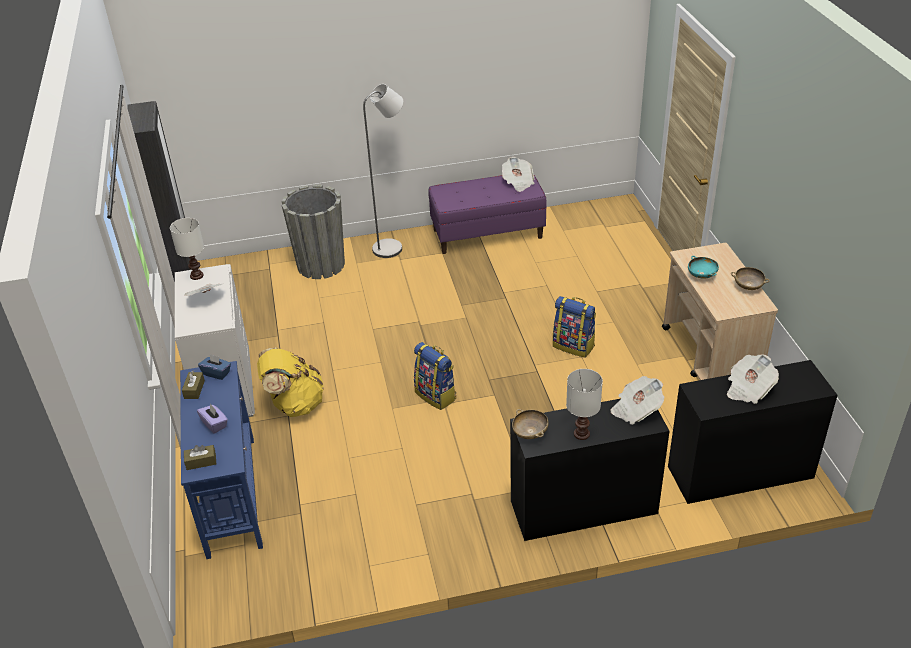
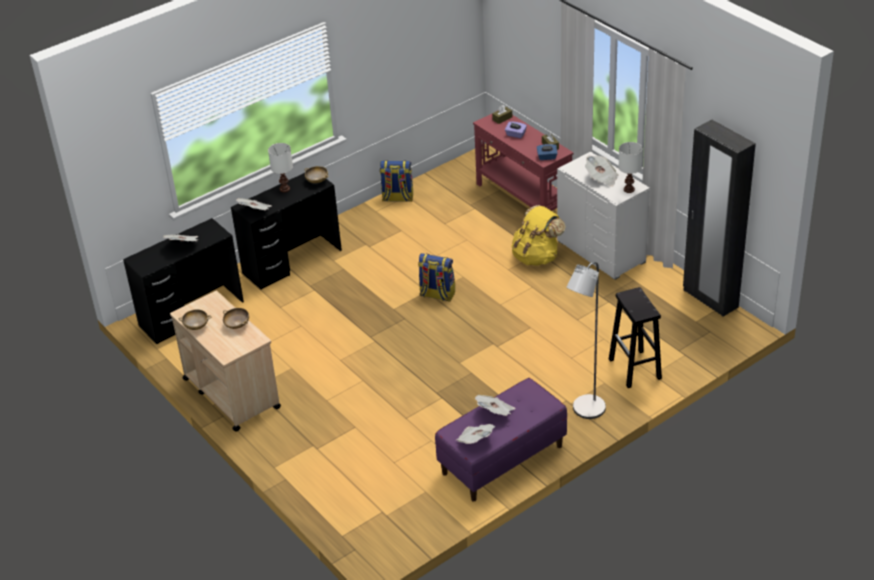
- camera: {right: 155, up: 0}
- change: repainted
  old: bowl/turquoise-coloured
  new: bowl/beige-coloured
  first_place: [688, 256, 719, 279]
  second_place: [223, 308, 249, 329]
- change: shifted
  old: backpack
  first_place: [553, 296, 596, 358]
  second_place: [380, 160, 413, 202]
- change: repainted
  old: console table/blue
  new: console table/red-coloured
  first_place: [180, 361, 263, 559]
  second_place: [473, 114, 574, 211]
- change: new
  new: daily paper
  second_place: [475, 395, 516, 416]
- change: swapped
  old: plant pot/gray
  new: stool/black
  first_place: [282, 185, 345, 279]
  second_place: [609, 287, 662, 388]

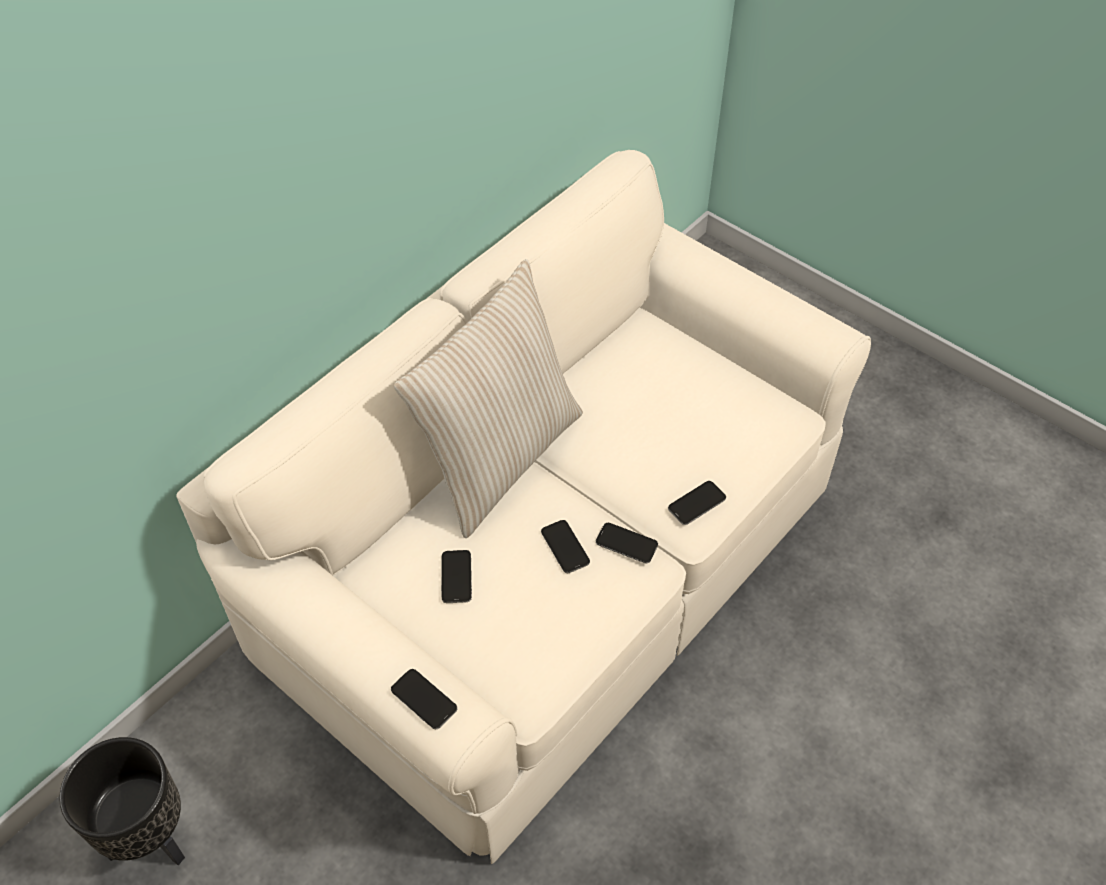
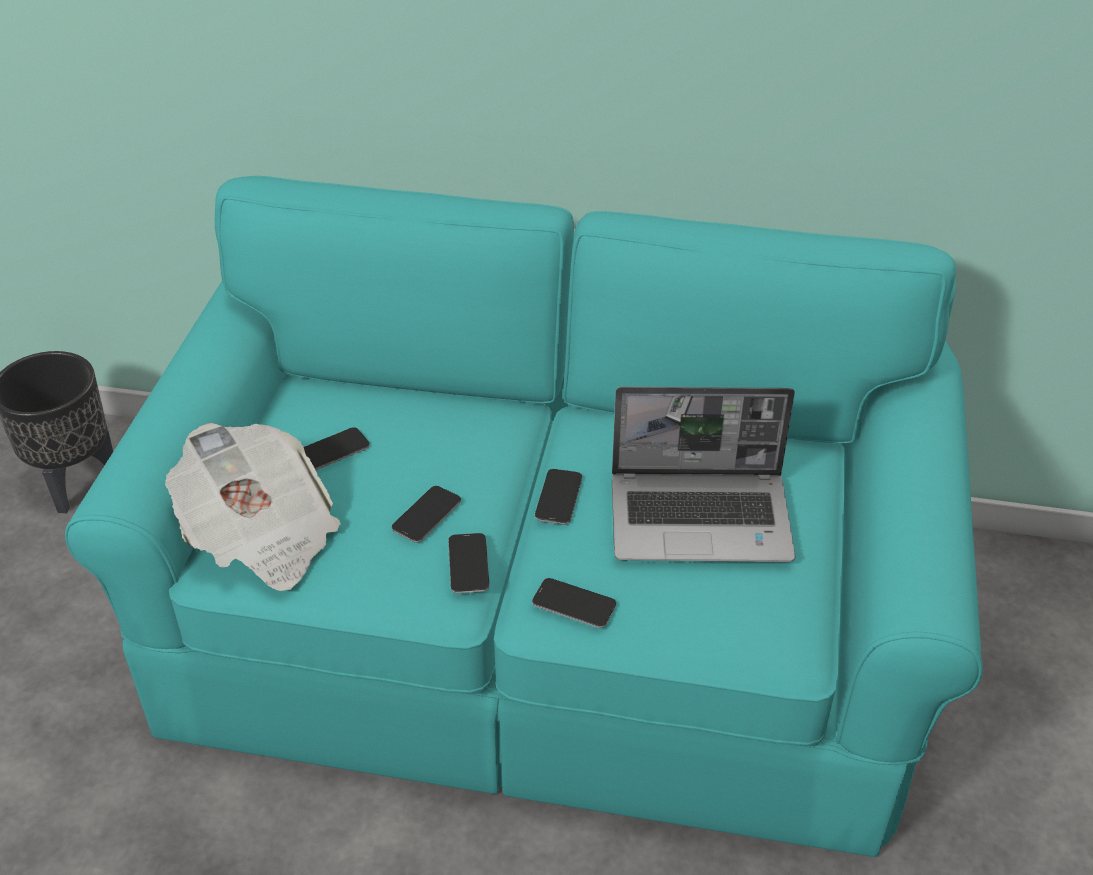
- camera: {right: 60, up: -10}
- change: repainted
  old: settee/beige-coloured
  new: settee/turquoise-coloured
  first_place: [176, 150, 871, 864]
  second_place: [65, 176, 983, 857]
- change: new
  new: daily paper
  second_place: [165, 423, 341, 591]
- change: shifted
  old: phone
  first_place: [391, 669, 457, 729]
  second_place: [535, 469, 582, 525]
- change: new
  new: portable computer
  second_place: [612, 387, 795, 562]
- change: gone
  old: cushion/beige-coloured
  first_place: [394, 259, 583, 538]

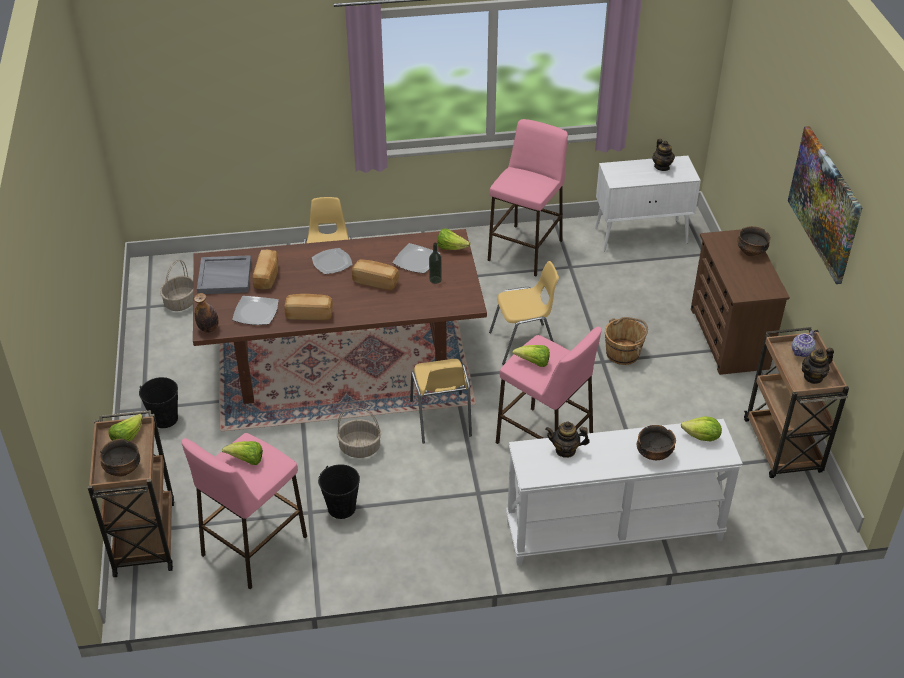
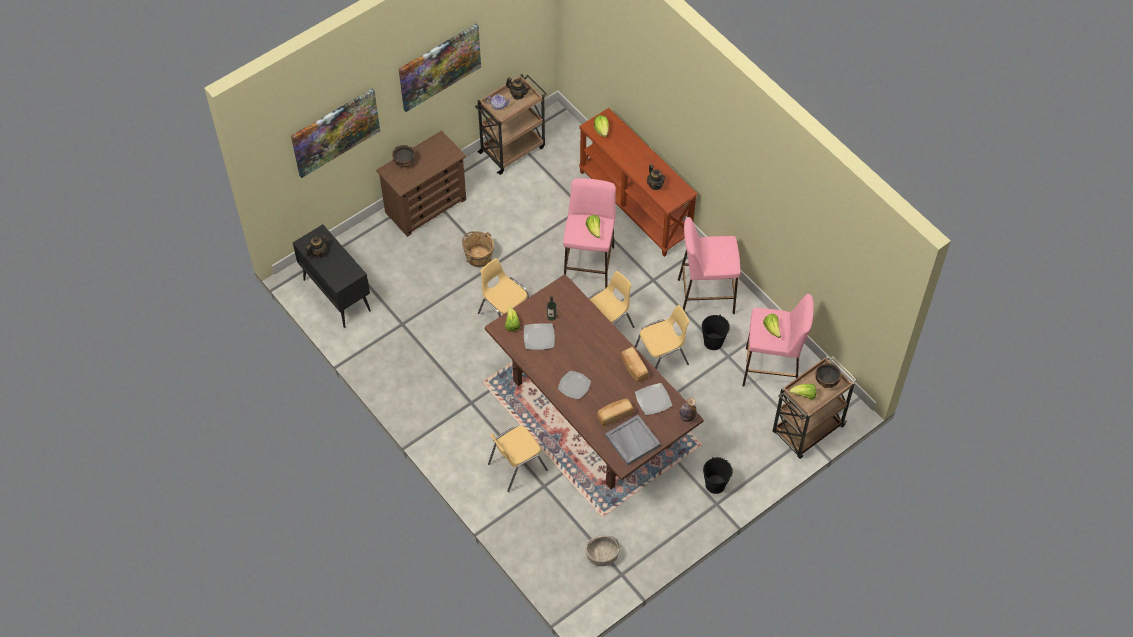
- camera: {right: -120, up: 15}
- change: new
  new: wall picture
  second_place: [291, 88, 380, 178]
- change: repainted
  old: cabinet/white-coloured
  new: cabinet/black
  first_place: [595, 156, 701, 252]
  second_place: [293, 224, 371, 328]
- change: repainted
  old: console table/white-coloured
  new: console table/brownish
  first_place: [506, 419, 743, 566]
  second_place: [579, 108, 697, 257]
- change: swapped
  old: storage basket
  new: plain chair/yellow-coloured
  first_place: [337, 408, 381, 458]
  second_place: [635, 305, 689, 369]
- change: shifted
  old: stool/pink-coloured
  first_place: [488, 119, 568, 276]
  second_place: [678, 217, 741, 314]
- change: gone
  old: bakery bread
  first_place: [352, 259, 399, 291]
- change: gone
  old: bowl
  first_place: [636, 425, 676, 460]

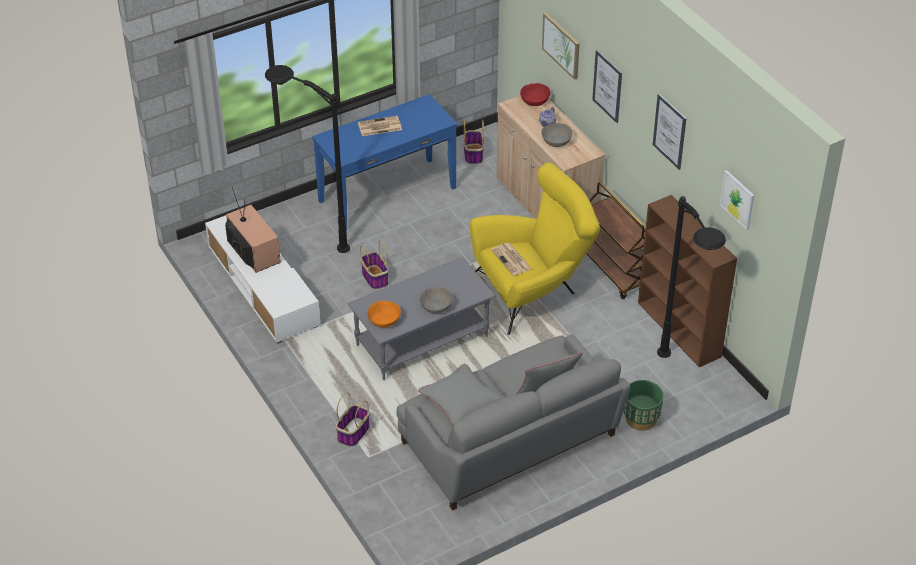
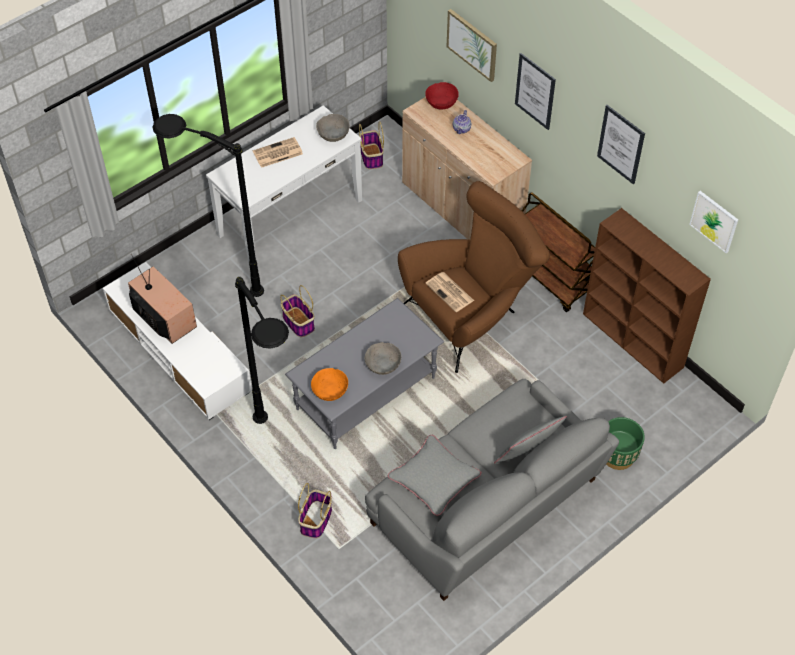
- camera: {right: -10, up: 10}
- change: repainted
  old: console table/blue
  new: console table/white-coloured
  first_place: [312, 94, 457, 231]
  second_place: [206, 105, 362, 268]
- change: shifted
  old: floor lamp/black
  first_place: [657, 196, 726, 358]
  second_place: [235, 277, 289, 424]
- change: shifted
  old: bowl/gray
  first_place: [541, 123, 573, 147]
  second_place: [316, 114, 350, 142]
- change: repainted
  old: easy chair/yellow-coloured
  new: easy chair/brownish
  first_place: [470, 163, 600, 335]
  second_place: [398, 181, 550, 373]

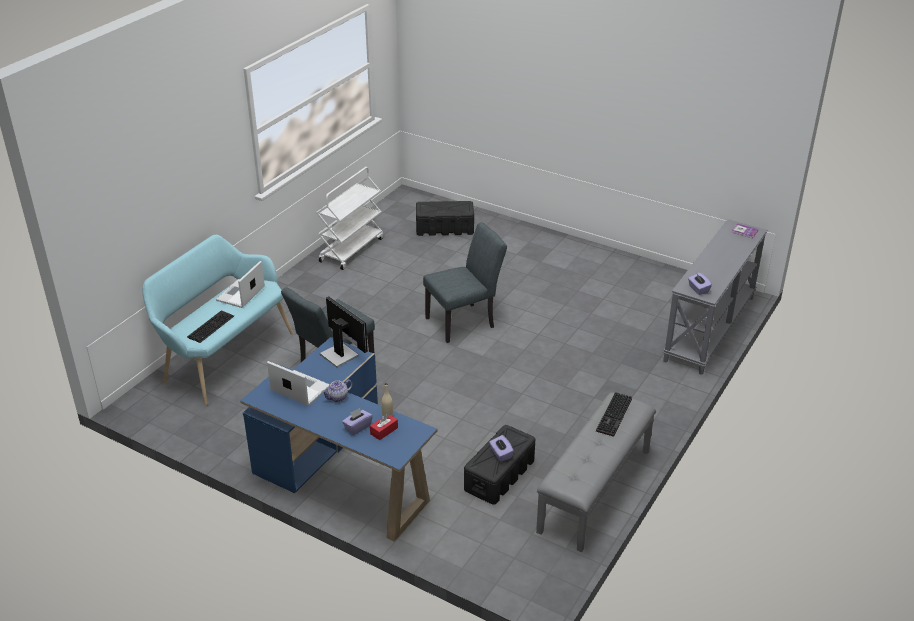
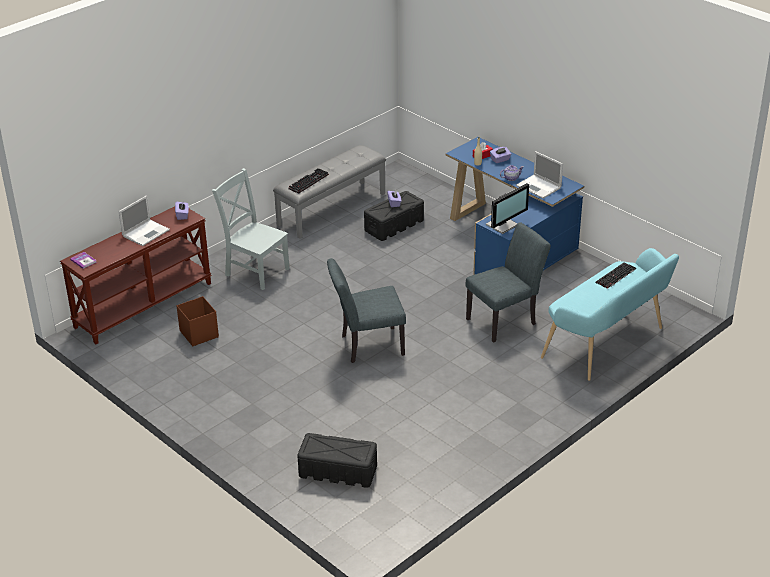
- camera: {right: -165, up: 0}
- change: repainted
  old: console table/gray
  new: console table/brownish
  first_place: [663, 219, 767, 375]
  second_place: [60, 207, 212, 344]
- change: shifted
  old: portable computer
  first_place: [216, 261, 265, 308]
  second_place: [118, 196, 170, 246]
- change: new
  new: storage bin/brownish
  second_place: [176, 296, 219, 346]
- change: new
  new: plain chair/gray
  second_place: [212, 168, 290, 290]
- change: rotated
  old: computer display
  first_place: [320, 296, 368, 368]
  second_place: [486, 183, 529, 234]
  degrees: -105
- change: gone
  old: trolley/white-coloured
  first_place: [316, 167, 383, 270]

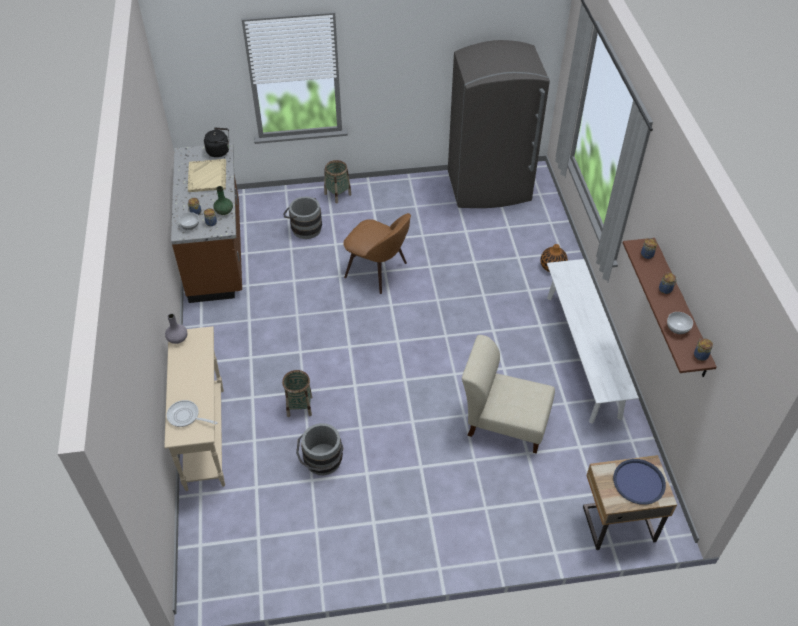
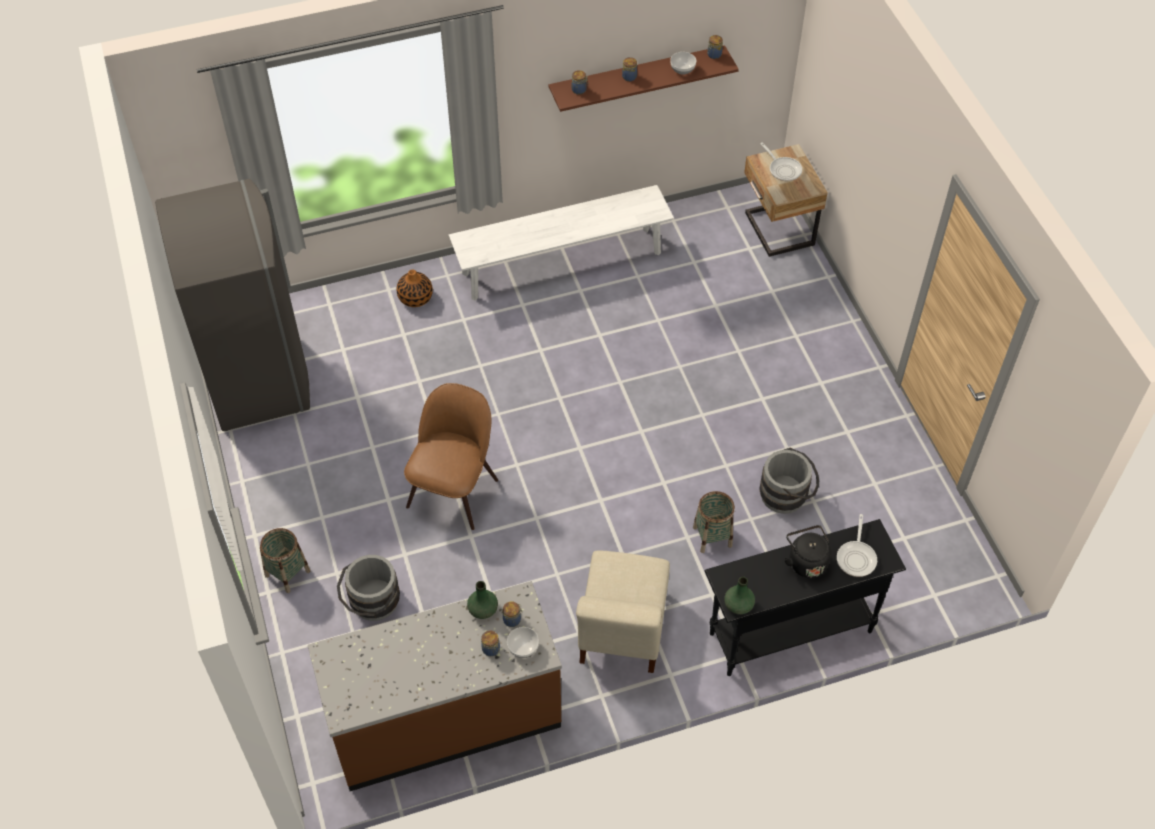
- camera: {right: -100, up: 5}
- change: shifted
  old: plain chair/beige-coloured
  first_place: [462, 335, 555, 453]
  second_place: [576, 550, 670, 673]
- change: repainted
  old: console table/beige-coloured
  new: console table/black
  first_place: [164, 326, 225, 491]
  second_place: [704, 519, 906, 676]
- change: repainted
  old: vase/gray
  new: vase/green
  first_place: [165, 313, 187, 344]
  second_place: [724, 577, 755, 614]
- change: swapped
  old: carrying tray/blue
  new: frying pan
  first_place: [613, 459, 666, 505]
  second_place: [760, 142, 802, 181]
- change: shifted
  old: kettle/black
  first_place: [204, 128, 229, 157]
  second_place: [784, 525, 831, 578]
- change: gone
  old: carrying tray/beige-coloured
  first_place: [188, 159, 226, 192]

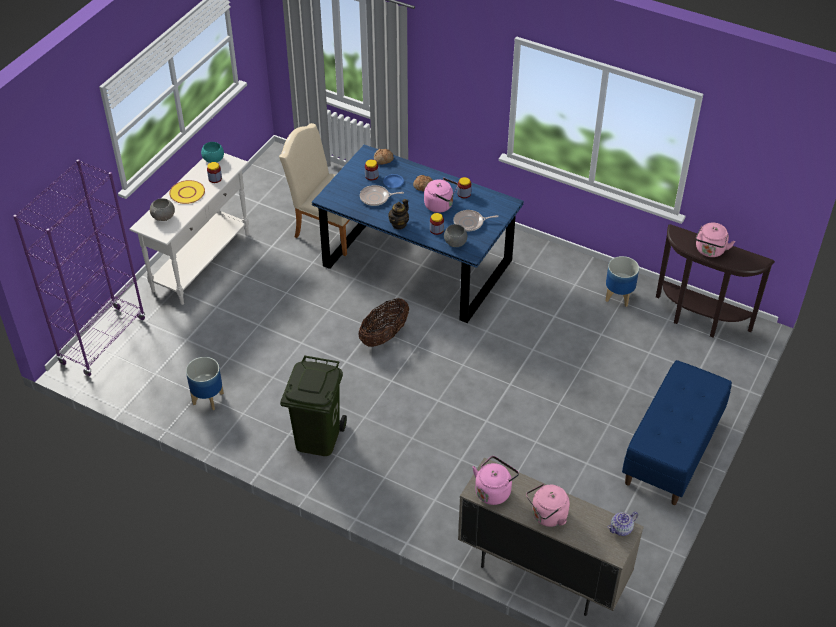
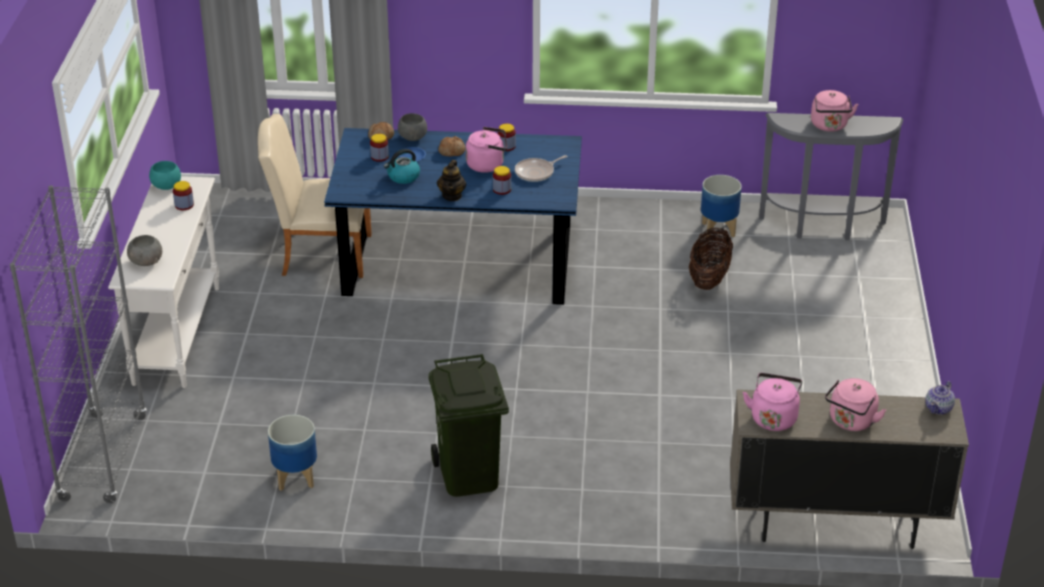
- camera: {right: -25, up: -10}
- change: repainted
  old: shelving unit/purplish
  new: shelving unit/gray
  first_place: [13, 159, 145, 376]
  second_place: [10, 185, 147, 503]
- change: swapped
  old: frying pan
  new: kettle
  first_place: [360, 185, 404, 206]
  second_place: [384, 149, 420, 184]
- change: shifted
  old: bowl/gray
  first_place: [444, 224, 467, 247]
  second_place: [398, 113, 427, 141]
- change: shifted
  old: storage basket
  first_place: [358, 298, 409, 347]
  second_place: [689, 228, 733, 290]
- change: repainted
  old: console table/brownish
  new: console table/gray
  first_place: [656, 224, 775, 337]
  second_place: [759, 113, 903, 240]
- change: gone
  old: dinner plate/yellow-coloured
  first_place: [169, 180, 205, 204]
- change: gone
  old: bench/blue
  first_place: [622, 360, 732, 505]

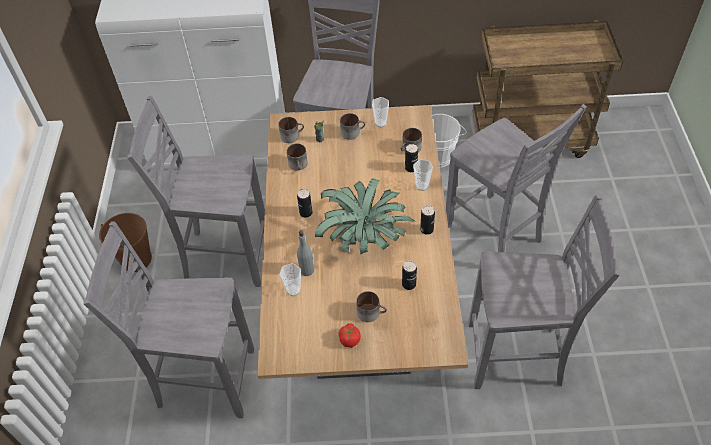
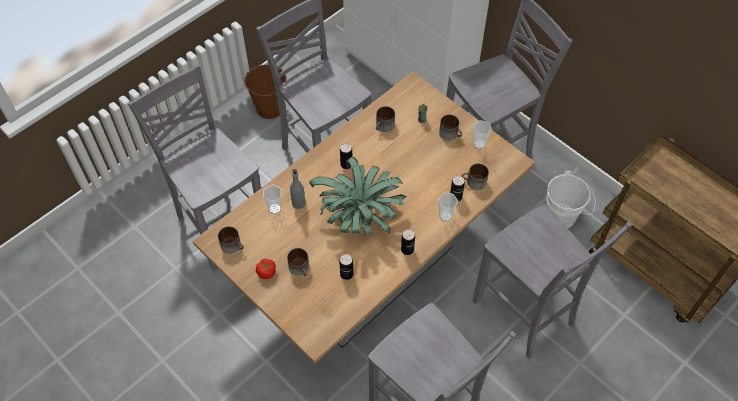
- camera: {right: 45, up: 5}
- change: shifted
  old: tea mug
  first_place: [278, 117, 304, 143]
  second_place: [218, 226, 244, 254]
- change: rotated
  old: plain chair/gray
  first_place: [446, 104, 587, 252]
  second_place: [473, 204, 632, 359]
  degrees: -45

